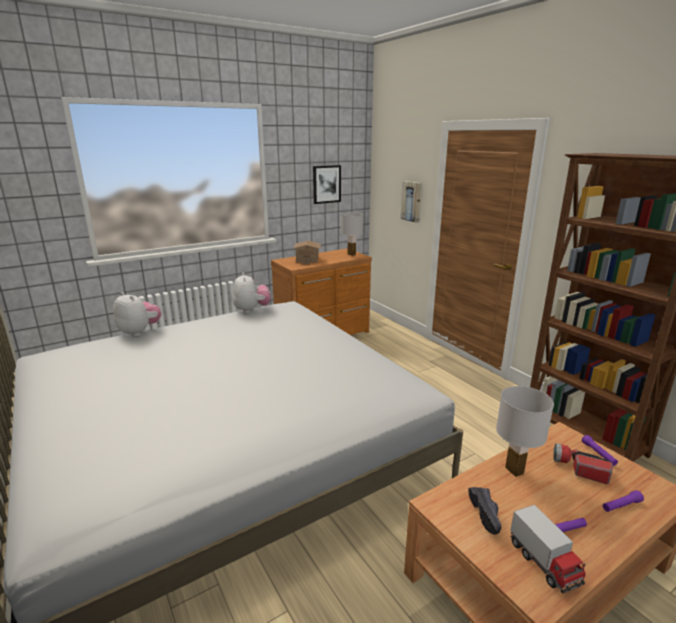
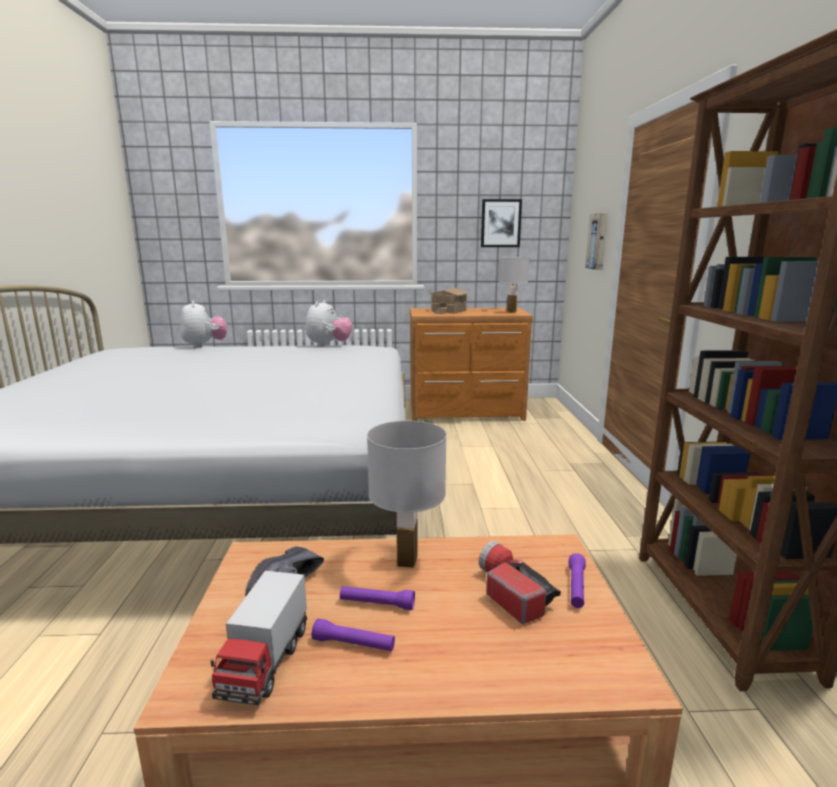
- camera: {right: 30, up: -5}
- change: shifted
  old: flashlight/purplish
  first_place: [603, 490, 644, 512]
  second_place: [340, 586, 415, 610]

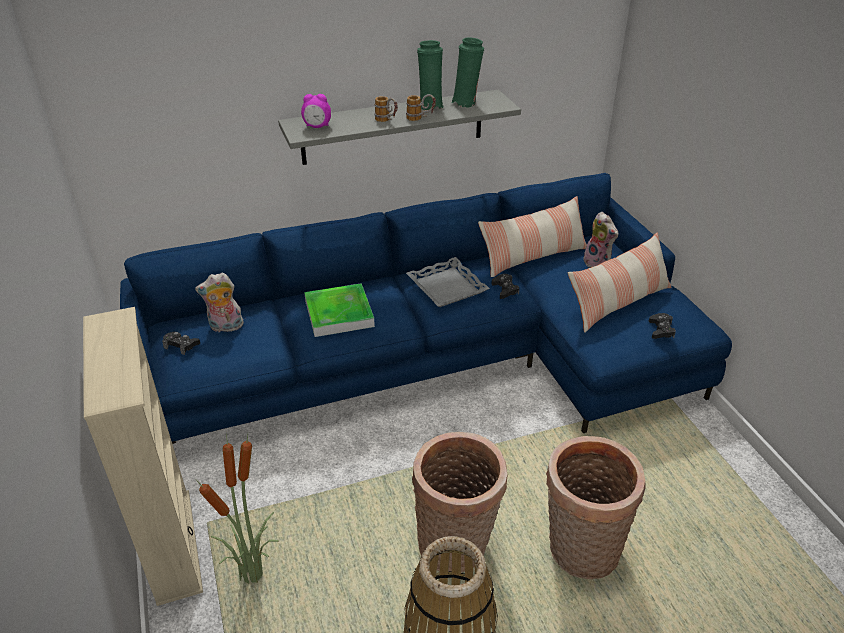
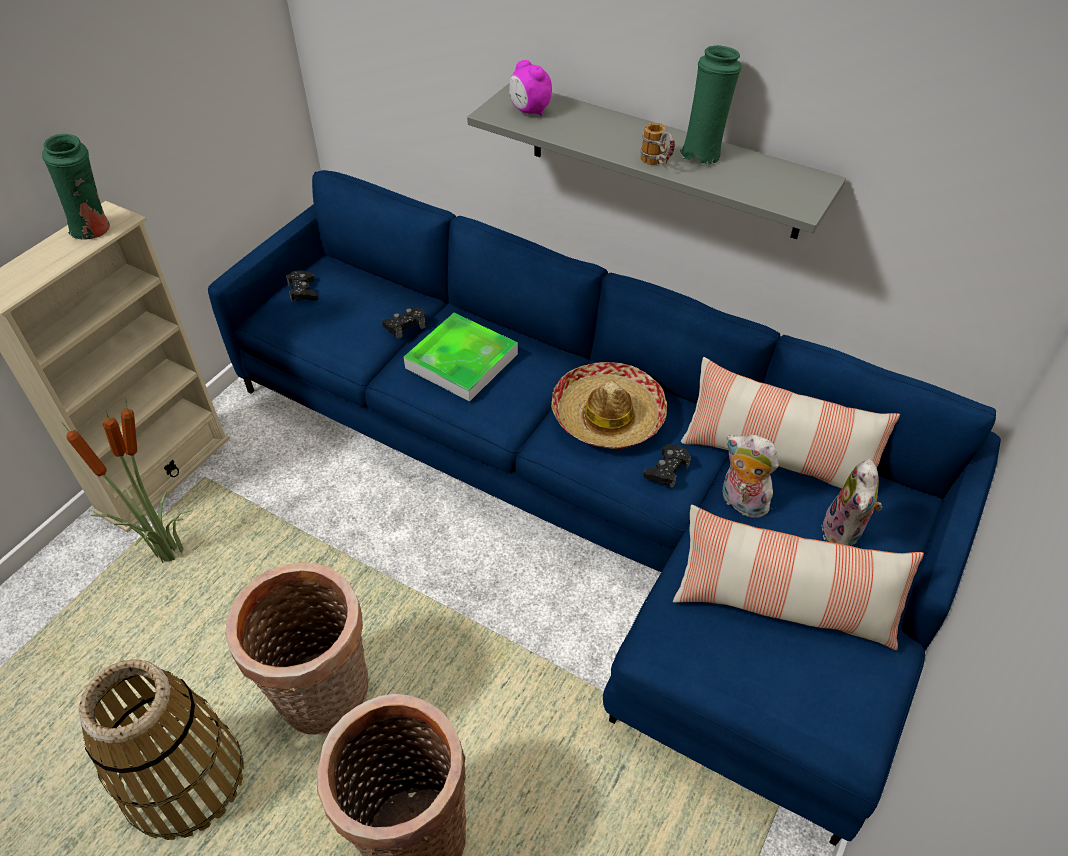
- camera: {right: 50, up: 10}
- change: shifted
  old: vase/green
  first_place: [451, 37, 484, 108]
  second_place: [42, 134, 110, 240]
- change: shifted
  old: gamepad/black
  first_place: [649, 313, 676, 339]
  second_place: [382, 307, 425, 339]
- change: swapped
  old: carrying tray/gray
  new: clothing hat
  first_place: [406, 257, 490, 307]
  second_place: [551, 362, 667, 449]
- change: shifted
  old: cuddly toy
  first_place: [195, 273, 244, 332]
  second_place: [723, 434, 779, 518]
- change: gone
  old: tea mug
  first_place: [374, 96, 398, 122]

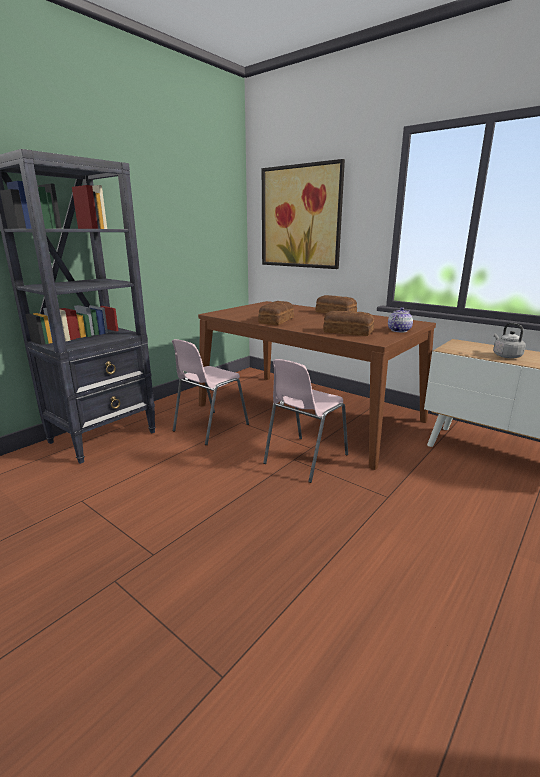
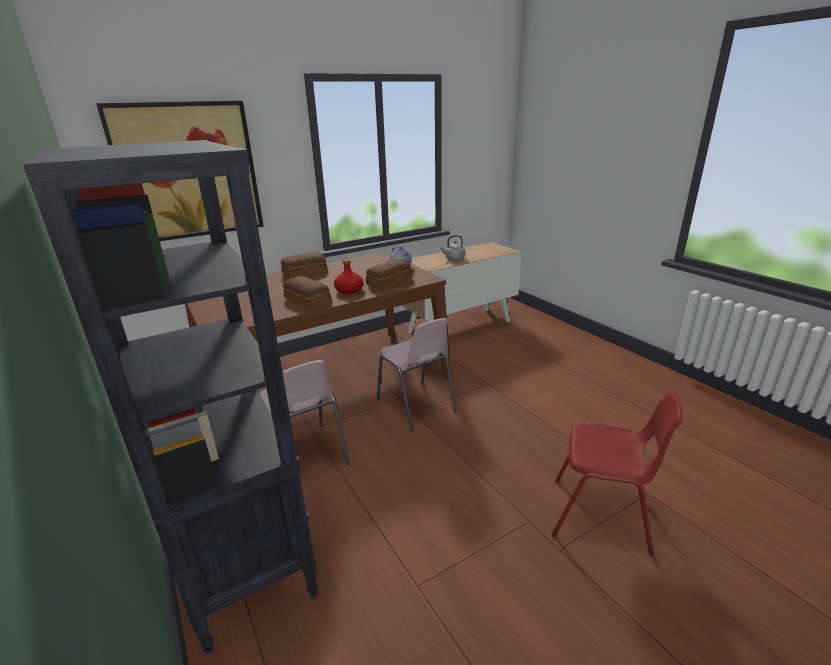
- camera: {right: -70, up: 5}
- change: new
  new: bottle/red-coloured
  second_place: [334, 259, 363, 294]
- change: new
  new: plain chair/red-coloured
  second_place: [551, 391, 683, 556]

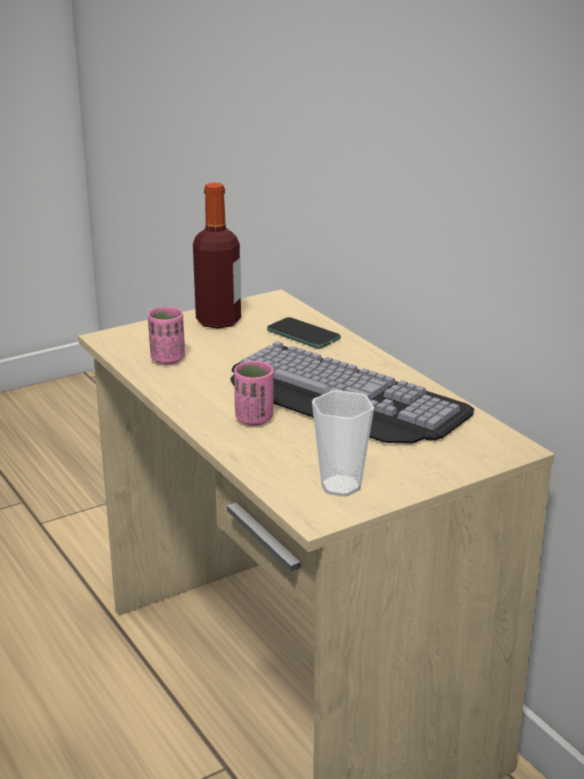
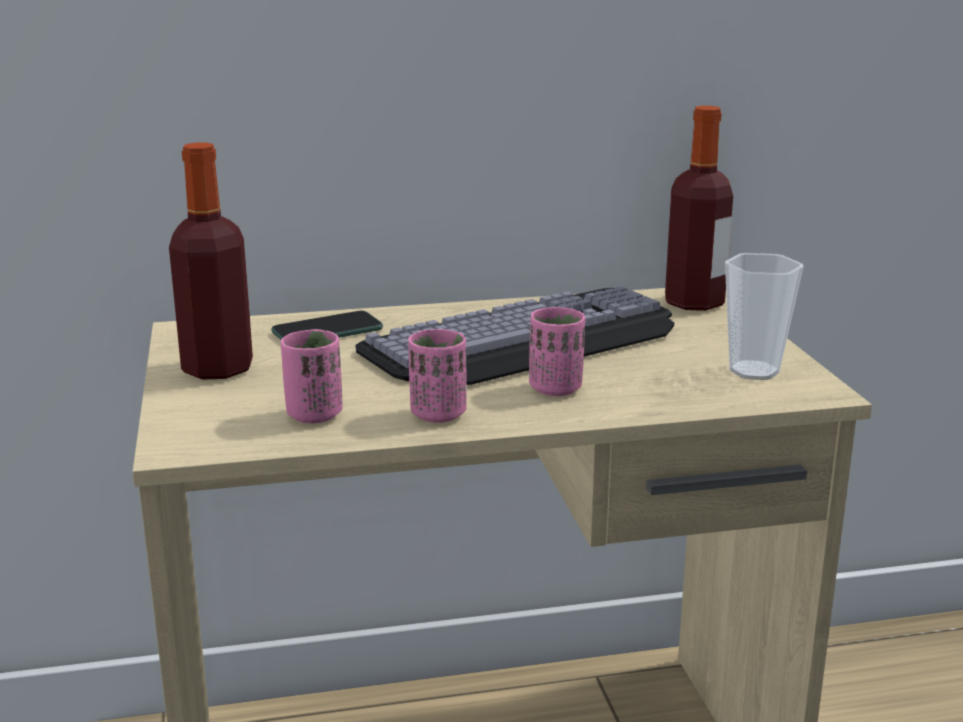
- camera: {right: -70, up: -5}
- change: new
  new: cup/pink-coloured
  second_place: [408, 329, 467, 423]
- change: new
  new: bottle
  second_place: [665, 106, 733, 311]

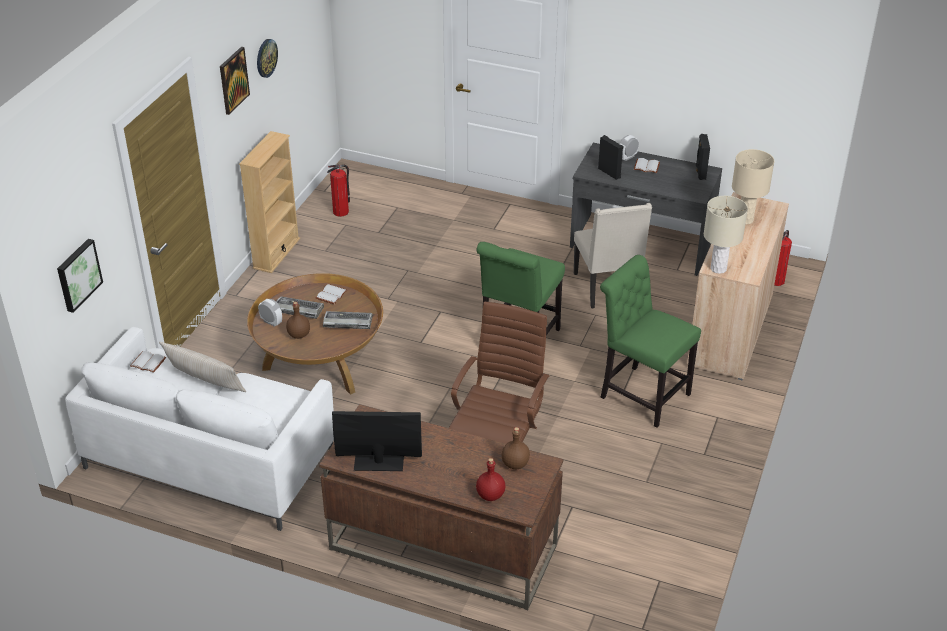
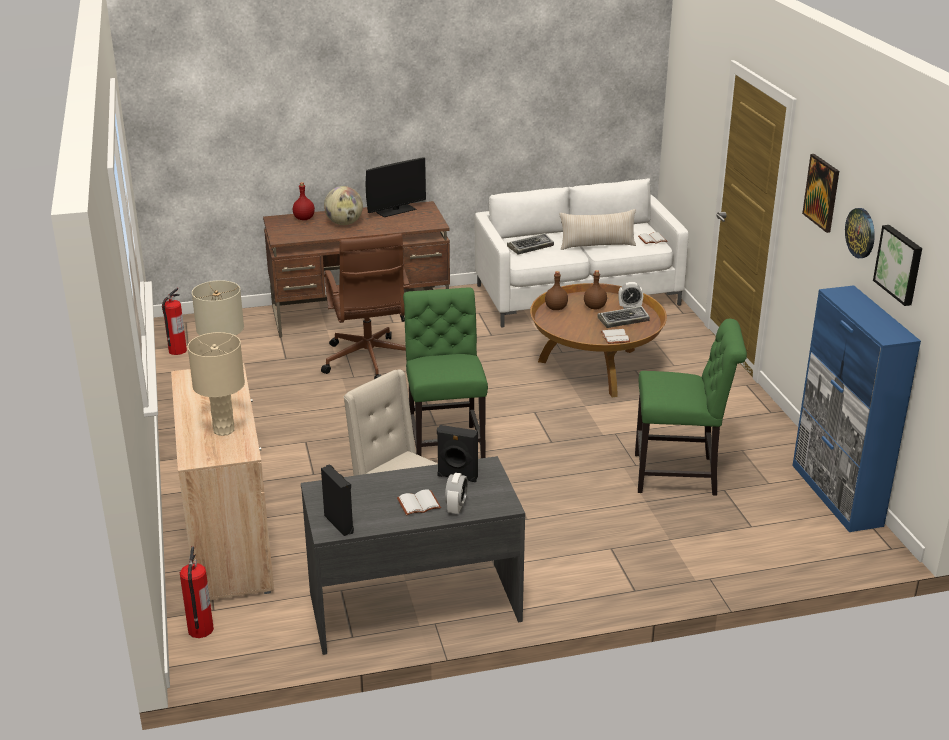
- camera: {right: 145, up: -10}
- change: shifted
  old: fire-fighting cylinder
  first_place: [327, 164, 350, 217]
  second_place: [162, 288, 187, 355]
- change: new
  new: world globe
  second_place: [324, 186, 363, 225]
- change: shifted
  old: PC keyboard
  first_place: [323, 311, 373, 329]
  second_place: [507, 233, 554, 255]
- change: shifted
  old: bottle/brownish
  first_place: [502, 427, 530, 469]
  second_place: [545, 271, 568, 310]
- change: shifted
  old: plain chair/green
  first_place: [600, 255, 701, 427]
  second_place: [635, 319, 747, 496]
- change: new
  new: cabinet/blue
  second_place: [793, 285, 921, 532]
- change: shifted
  old: wall picture
  first_place: [57, 239, 103, 313]
  second_place: [873, 225, 922, 306]
- change: gone
  old: shelving unit/beige-coloured
  first_place: [239, 131, 300, 273]

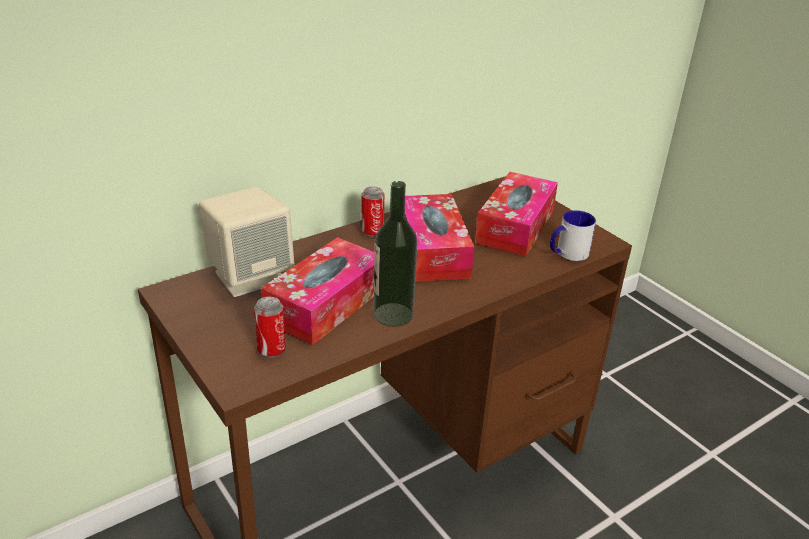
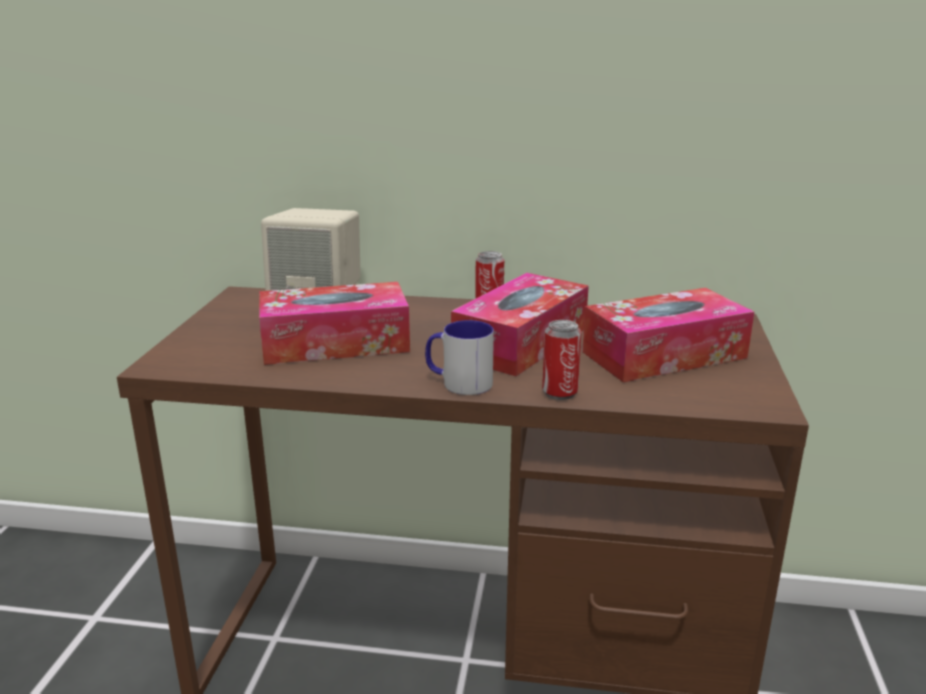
- camera: {right: 45, up: -10}
- change: shifted
  old: tea mug
  first_place: [550, 210, 596, 261]
  second_place: [425, 320, 494, 395]
- change: shifted
  old: can
  first_place: [254, 297, 286, 358]
  second_place: [542, 320, 582, 400]
- change: gone
  old: bottle
  first_place: [373, 181, 418, 327]

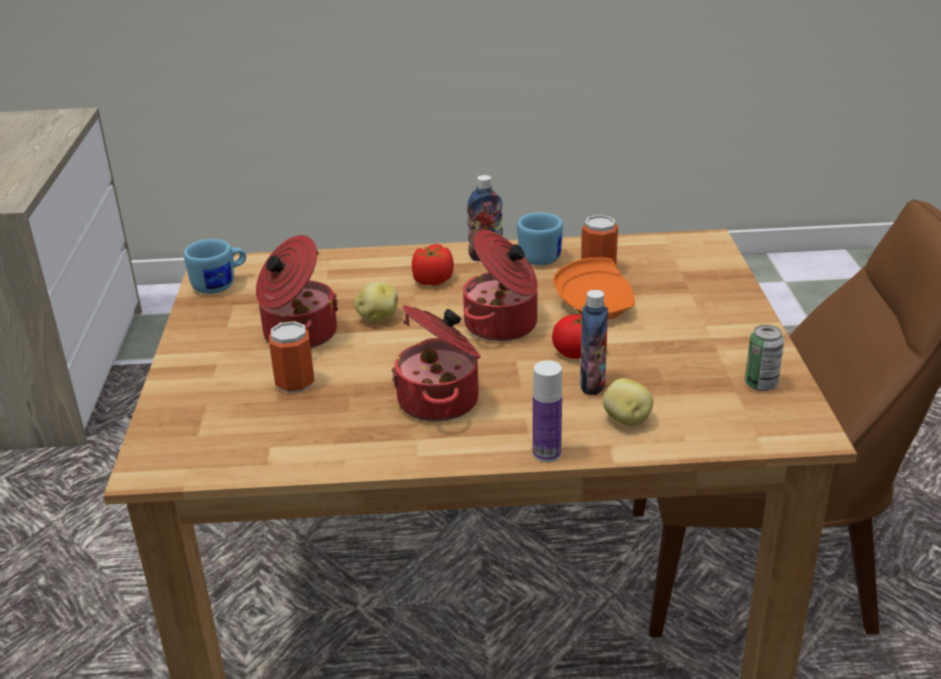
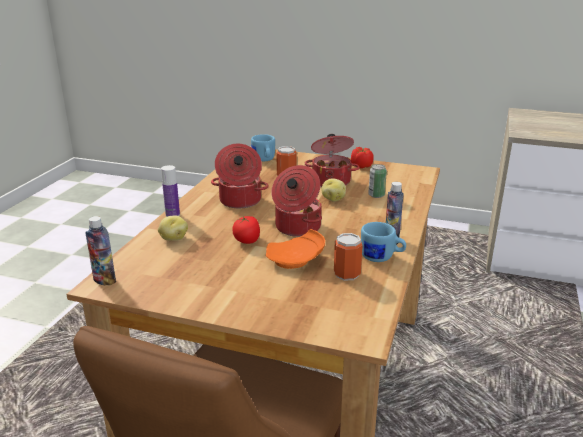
- camera: {right: 110, up: -5}
- change: shifted
  old: bottle
  first_place: [580, 290, 608, 395]
  second_place: [85, 216, 116, 285]
- change: shifted
  old: tea mug/blue
  first_place: [184, 239, 246, 294]
  second_place: [251, 134, 275, 162]
- change: shifted
  old: tomato
  first_place: [412, 244, 454, 286]
  second_place: [351, 147, 374, 168]
- change: shifted
  old: can
  first_place: [745, 325, 784, 391]
  second_place: [368, 164, 387, 198]

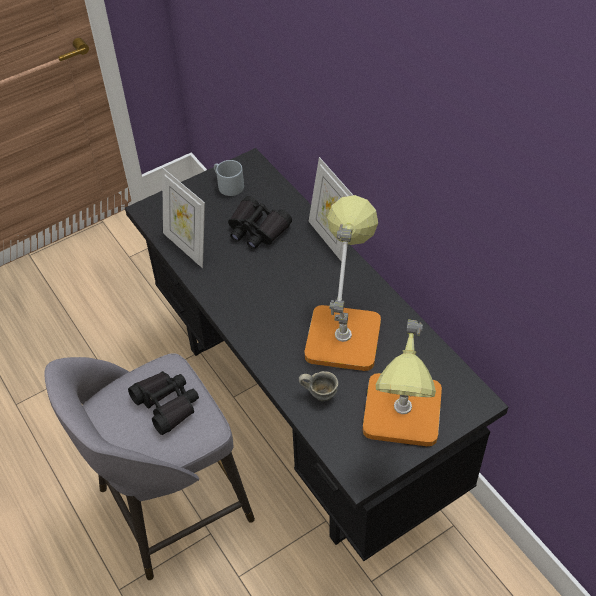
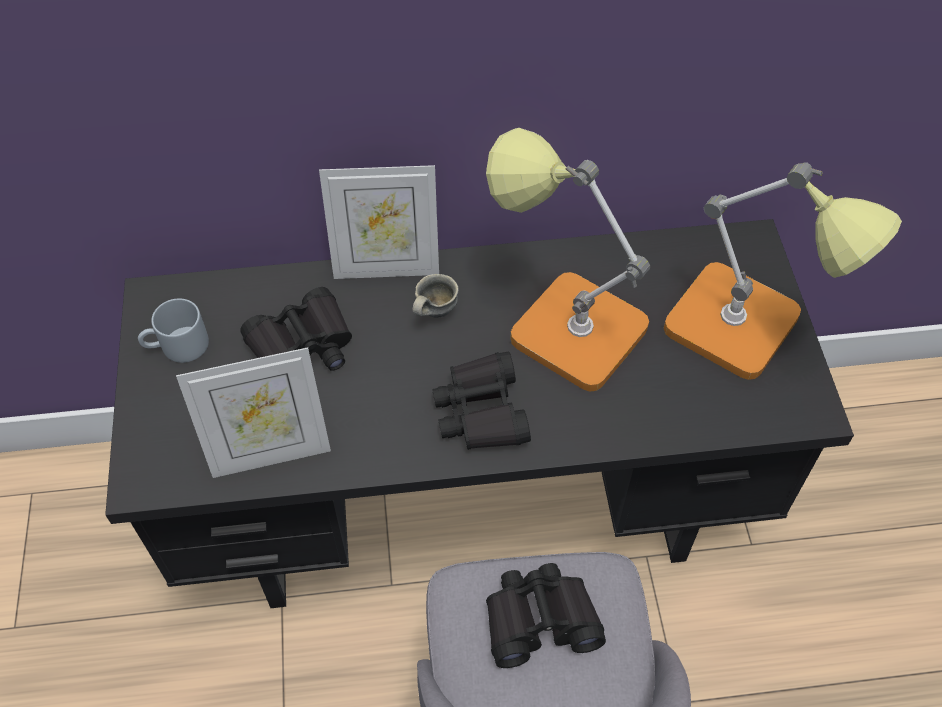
- camera: {right: -65, up: 5}
- change: shifted
  old: tea mug/gray
  first_place: [299, 371, 338, 401]
  second_place: [412, 274, 459, 317]
- change: new
  new: binoculars/black
  second_place: [432, 352, 531, 450]

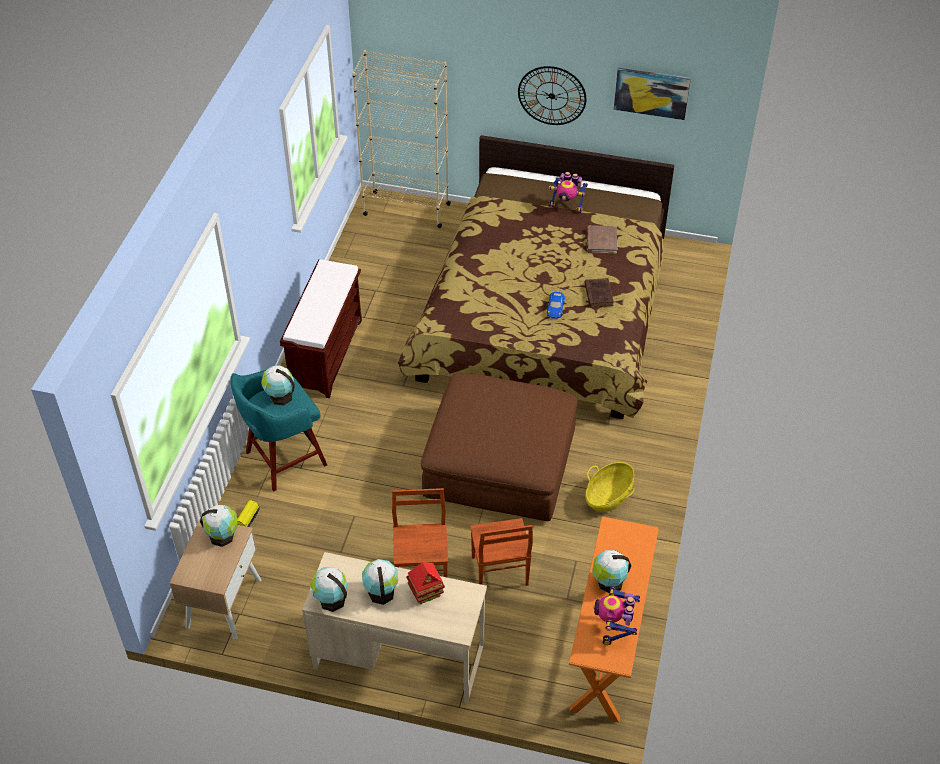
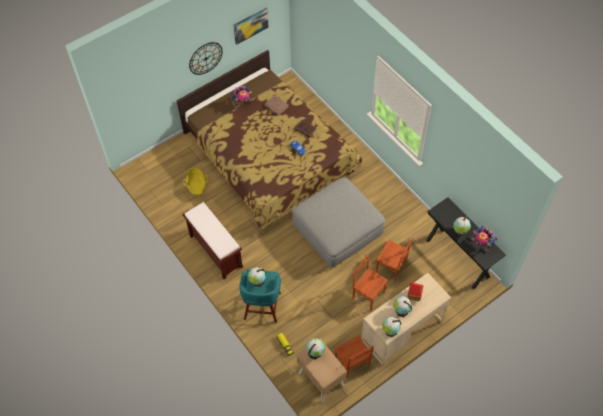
- camera: {right: -50, up: 10}
- change: shifted
  old: storage basket
  first_place: [585, 462, 635, 512]
  second_place: [183, 168, 208, 196]
- change: repainted
  old: ottoman/brownish
  new: ottoman/gray
  first_place: [421, 373, 578, 521]
  second_place: [292, 177, 385, 268]
- change: new
  new: plain chair/brownish
  second_place: [334, 335, 374, 378]
- change: repainted
  old: console table/orangey
  new: console table/black
  first_place: [569, 516, 659, 722]
  second_place: [426, 197, 506, 290]
- change: gone
  old: shelving unit/beige-coloured
  first_place: [352, 50, 451, 228]

